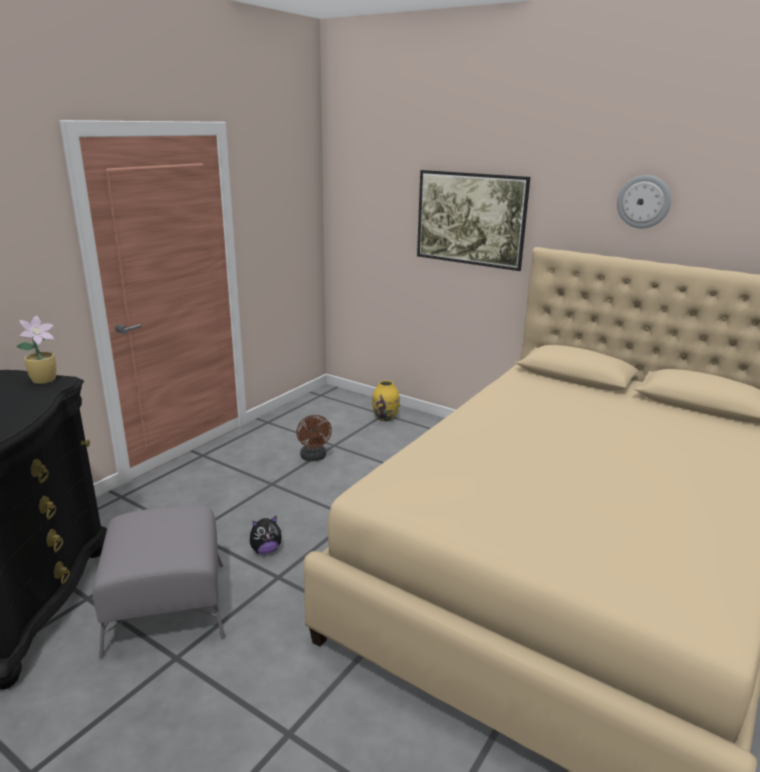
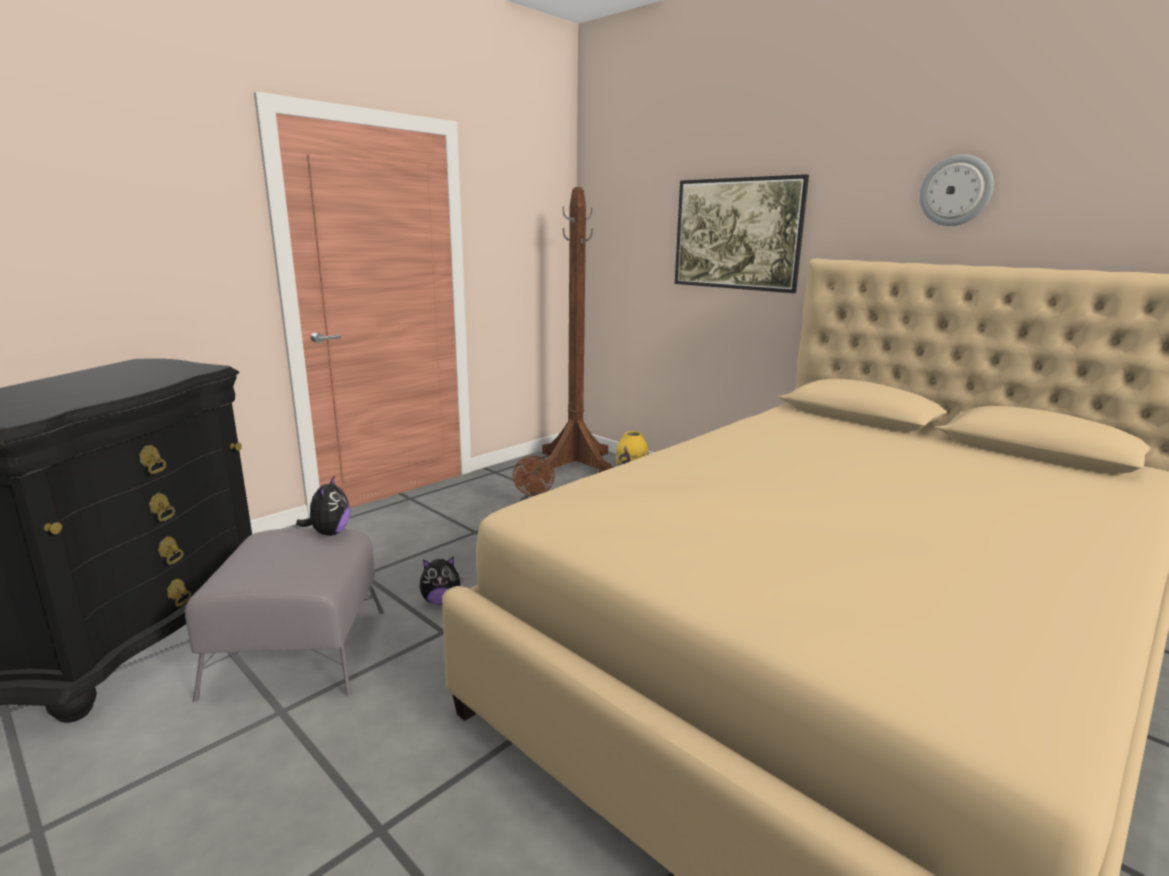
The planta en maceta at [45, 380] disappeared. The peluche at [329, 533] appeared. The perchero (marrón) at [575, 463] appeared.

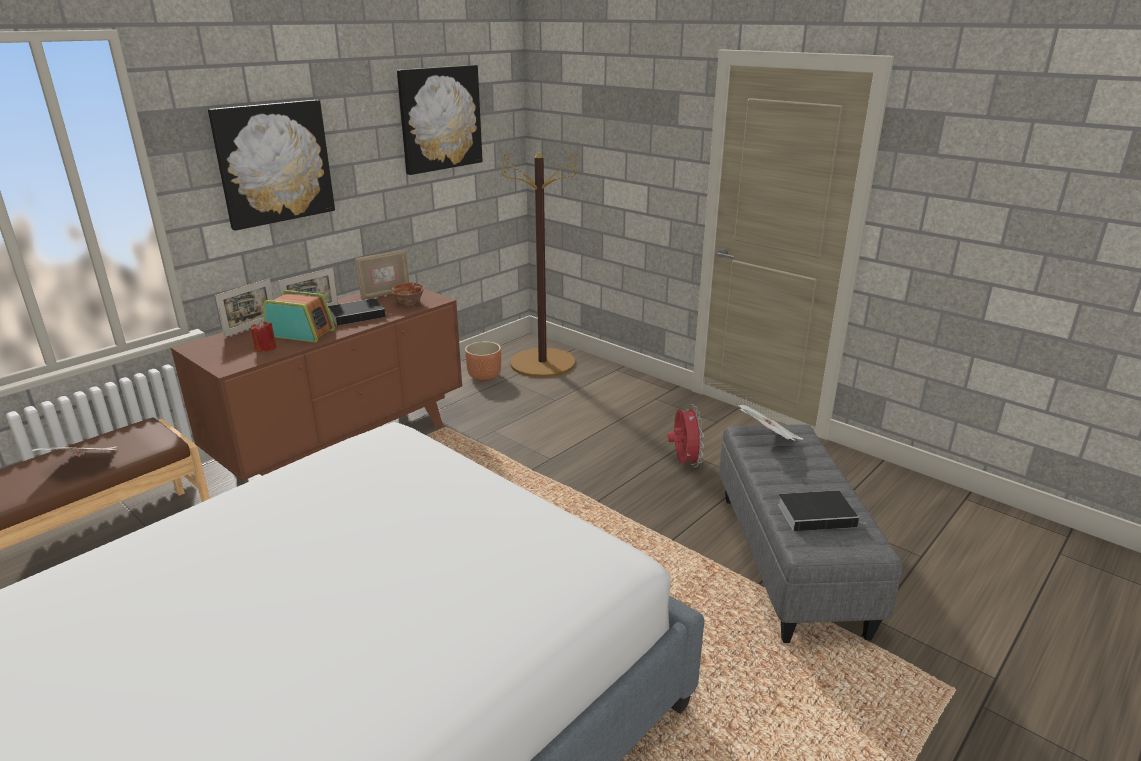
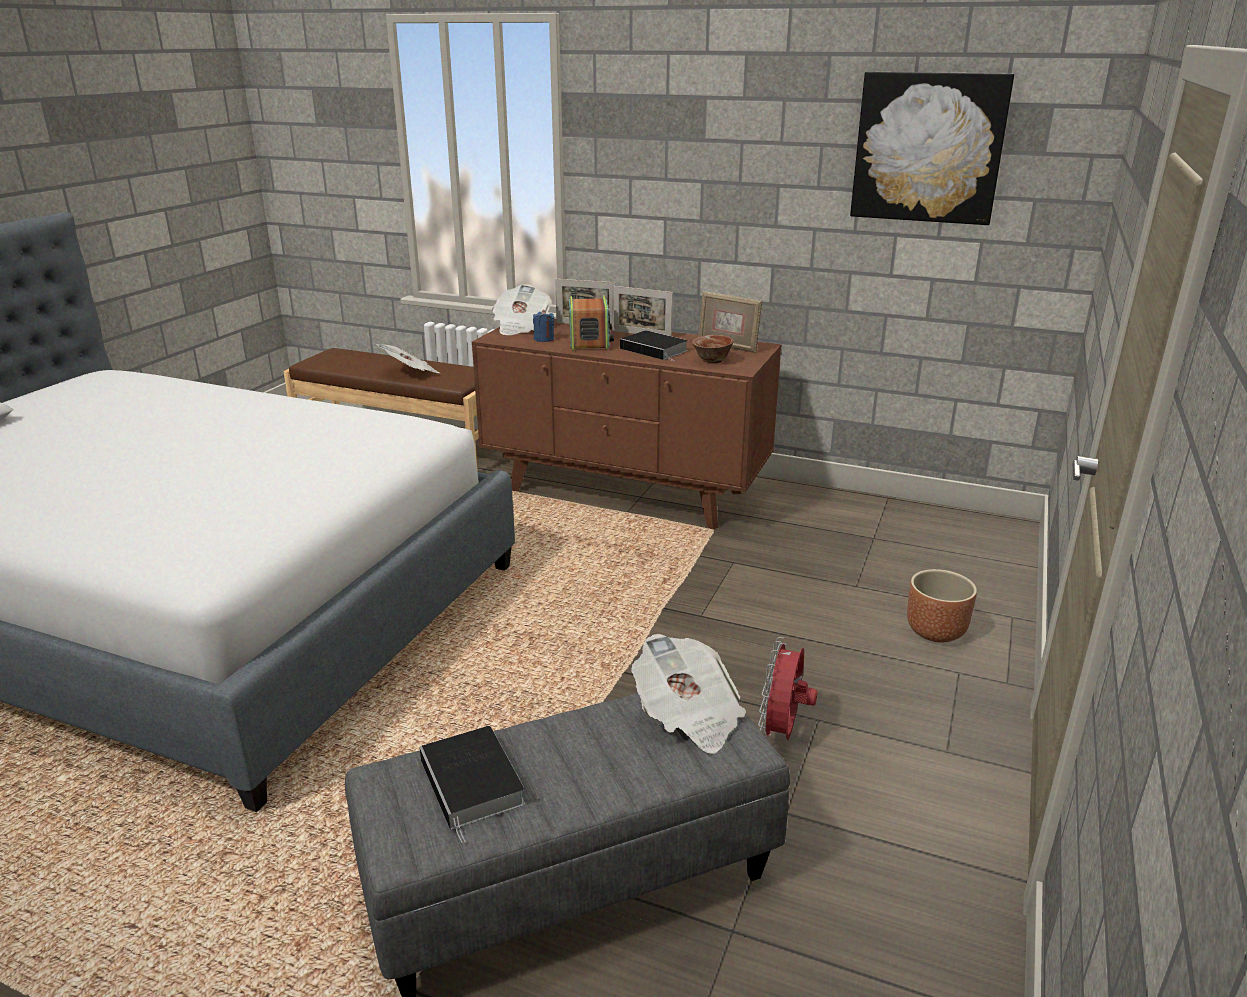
The cuadro at [274, 163] disappeared. The vela (rojo) at [266, 348] became the vela (azul) at [544, 339]. The maceta (marrón) moved from [485, 376] to [936, 632]. The perchero (marrón) at [542, 363] disappeared. The ventilador (rojo) at [684, 462] turned 135 degrees clockwise. The periódico at [520, 327] appeared.

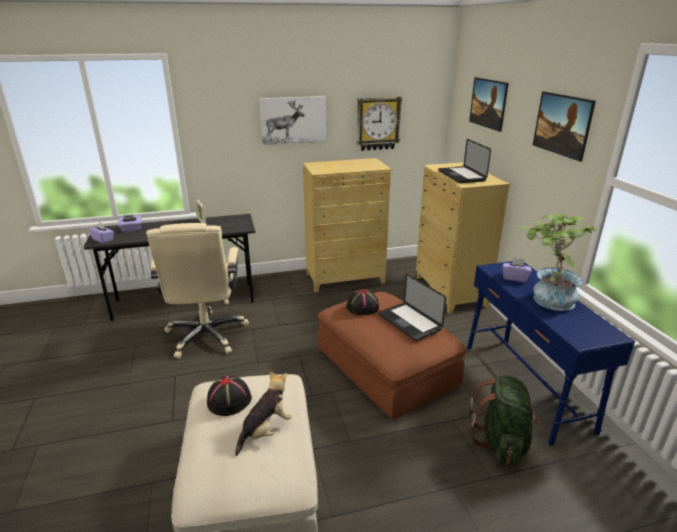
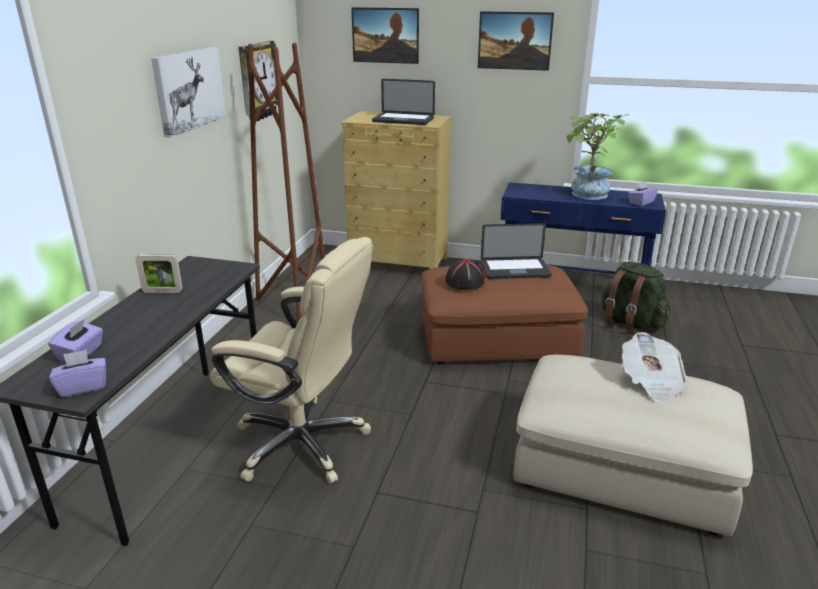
The sombrero (negro) at [229, 400] disappeared. The peluche at [265, 430] was replaced by the periódico at [651, 382]. The cómoda (beis) at [346, 279] was replaced by the perchero (marrón) at [295, 305]. The caja de pañuelos (morado) moved from [515, 278] to [641, 202].

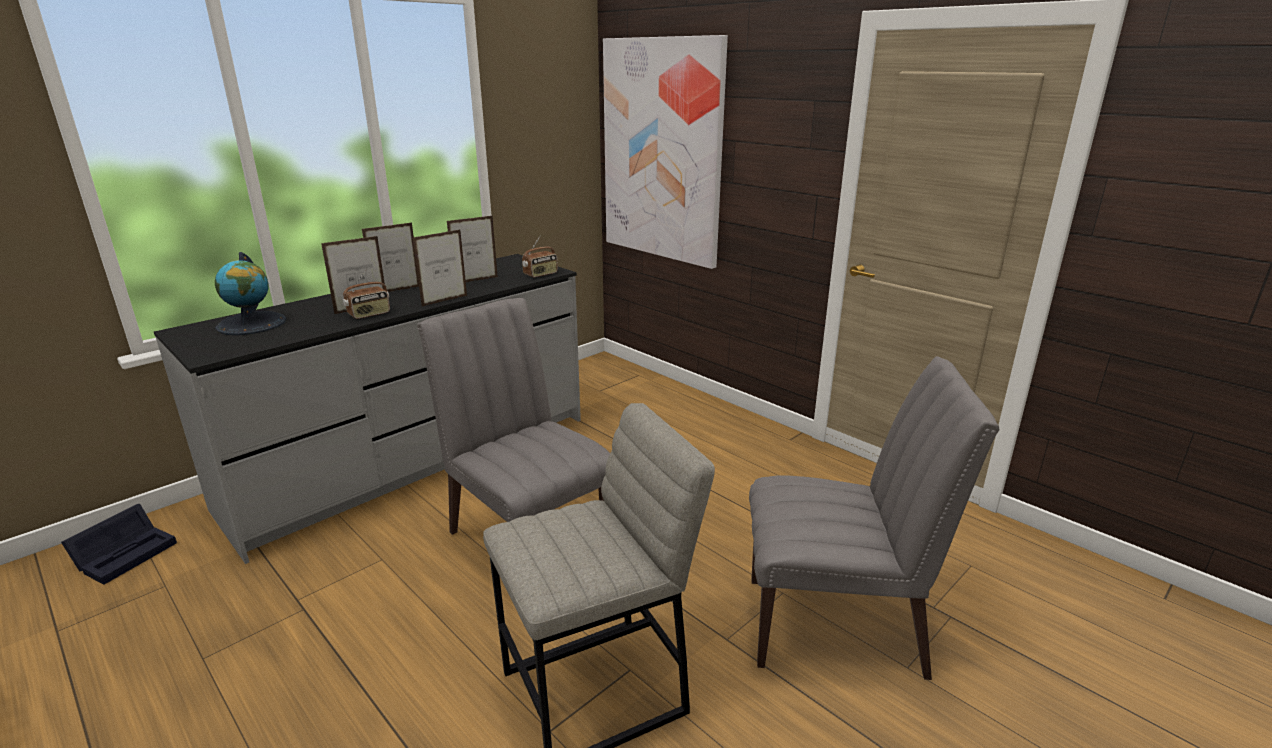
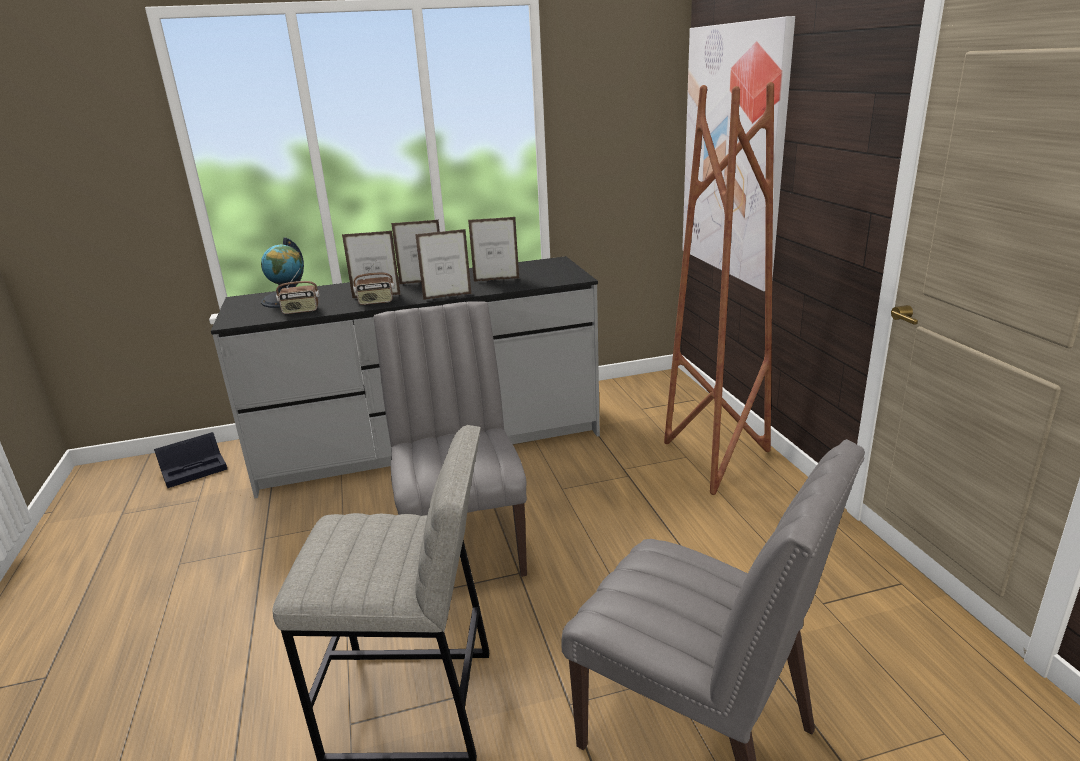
The radio moved from [541, 274] to [300, 311]. The perchero (marrón) at [715, 462] appeared.

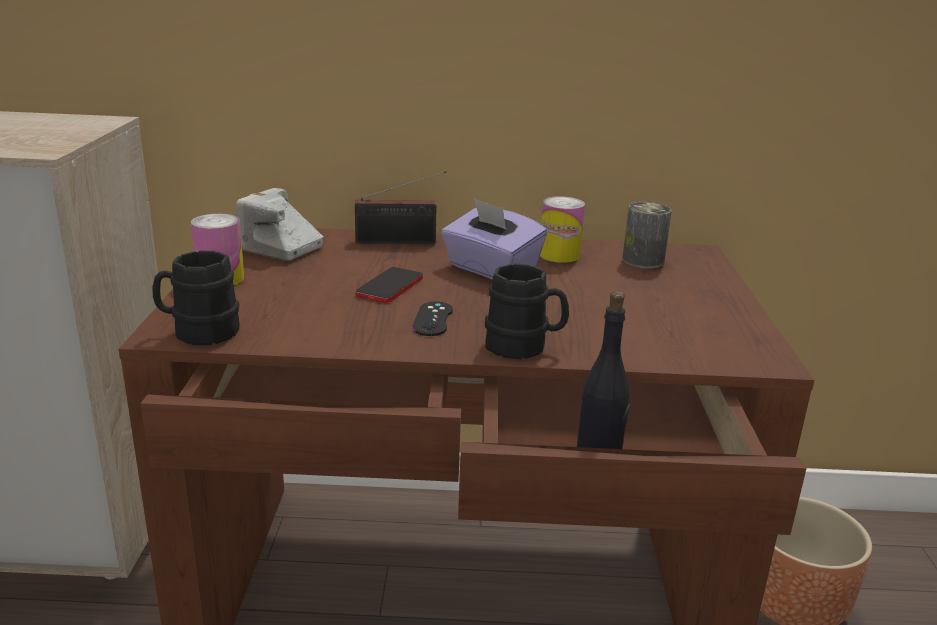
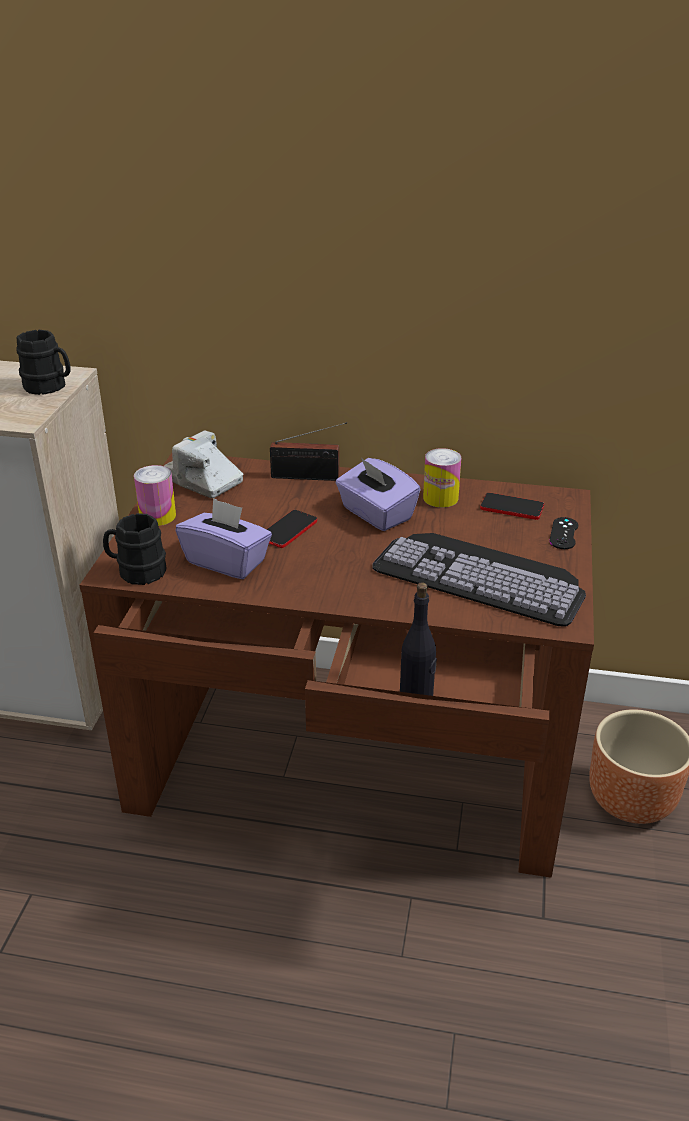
The mando de consola (negro) moved from [433, 319] to [563, 533]. The taza grande (negro) moved from [524, 347] to [49, 387]. The lata at [643, 260] was replaced by the móvil at [512, 507]. The caja de pañuelos (morado) at [226, 561] appeared. The teclado at [483, 575] appeared.

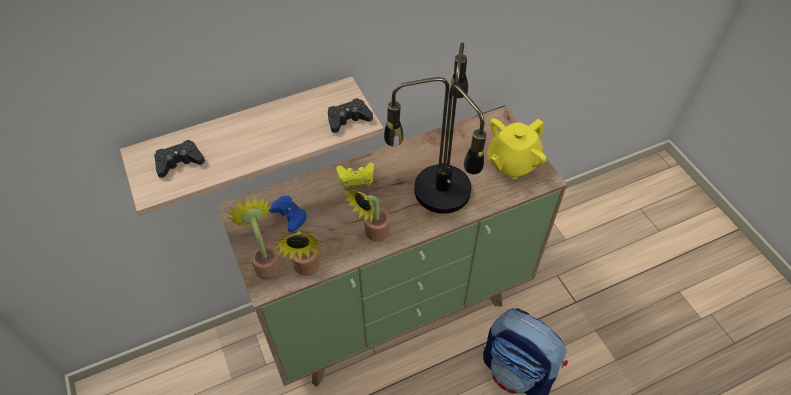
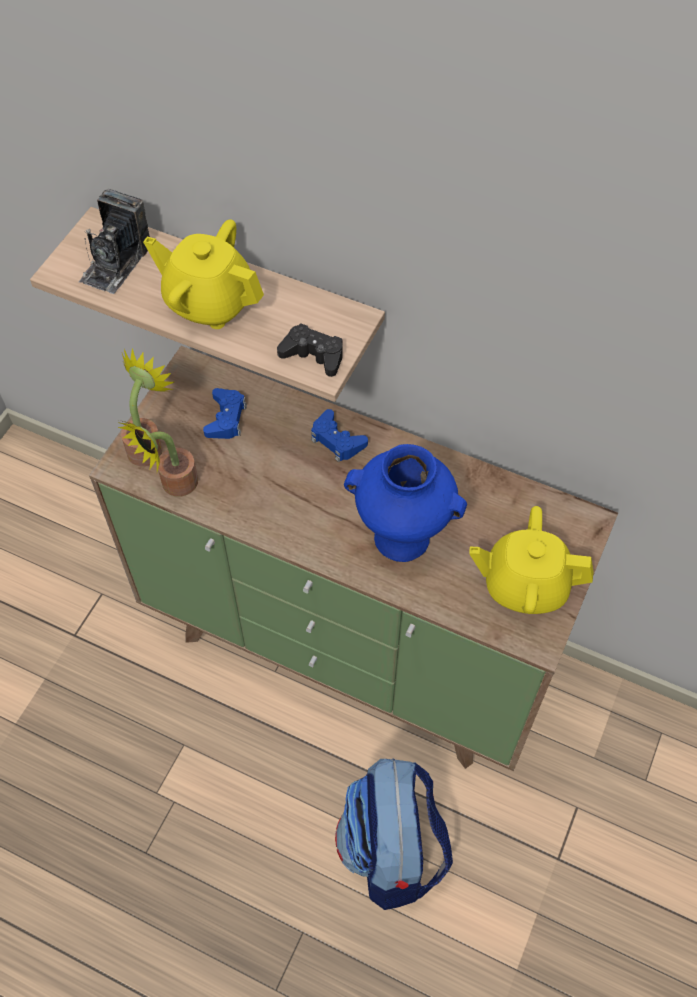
The mando de consola (negro) at [179, 162] was replaced by the cámara at [116, 263]. The mando de consola (amarillo) at [356, 178] became the mando de consola (azul) at [337, 440]. The planta en maceta at [373, 234] disappeared. The lámpara de mesa at [441, 190] was replaced by the florero (azul) at [403, 537]. The tetera (amarillo) at [209, 302] appeared.

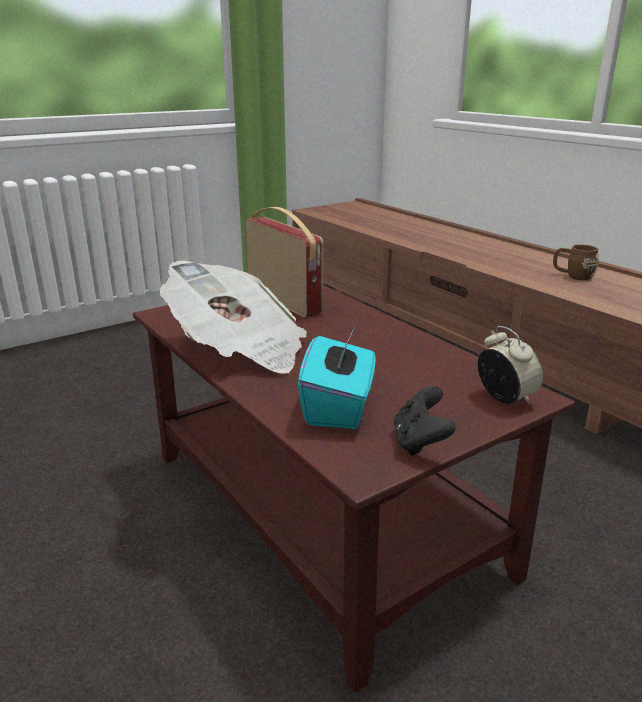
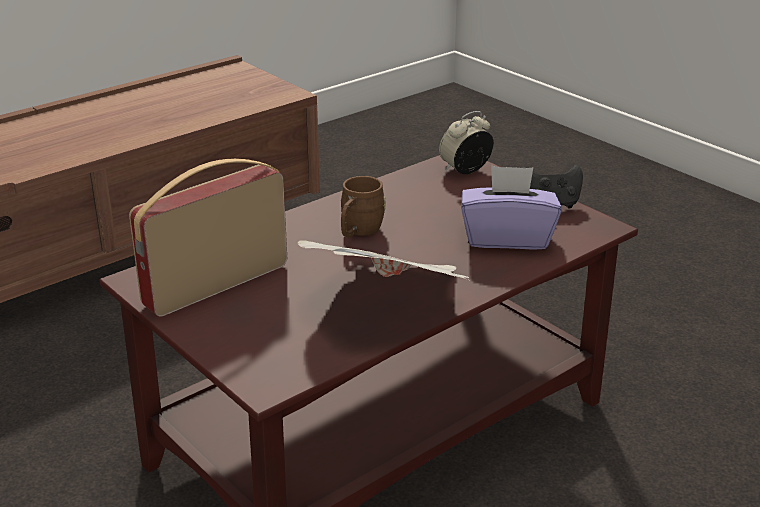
The caja de pañuelos (turquesa) at [338, 407] became the caja de pañuelos (morado) at [507, 237]. The taza grande (marrón) moved from [573, 276] to [358, 232].

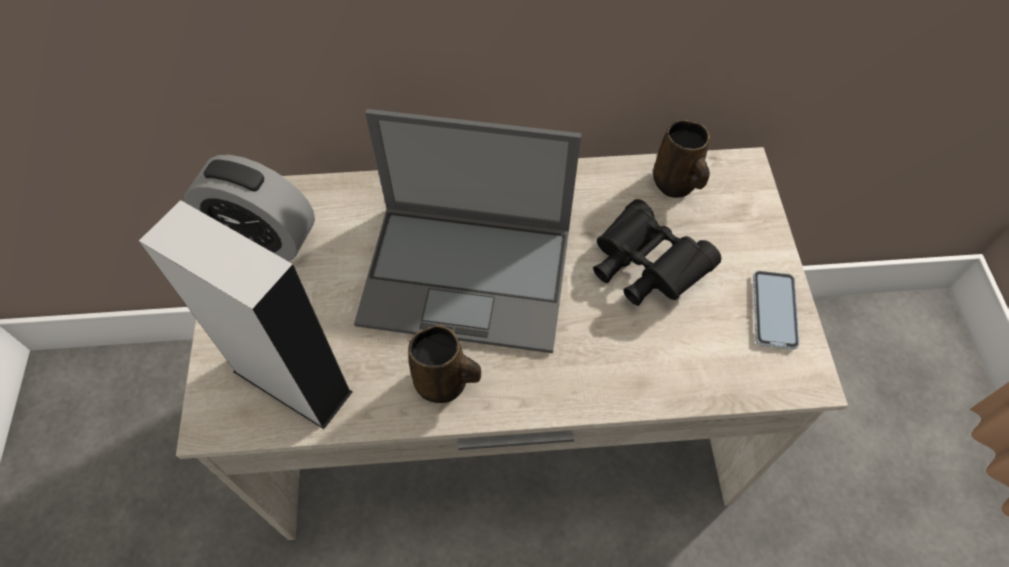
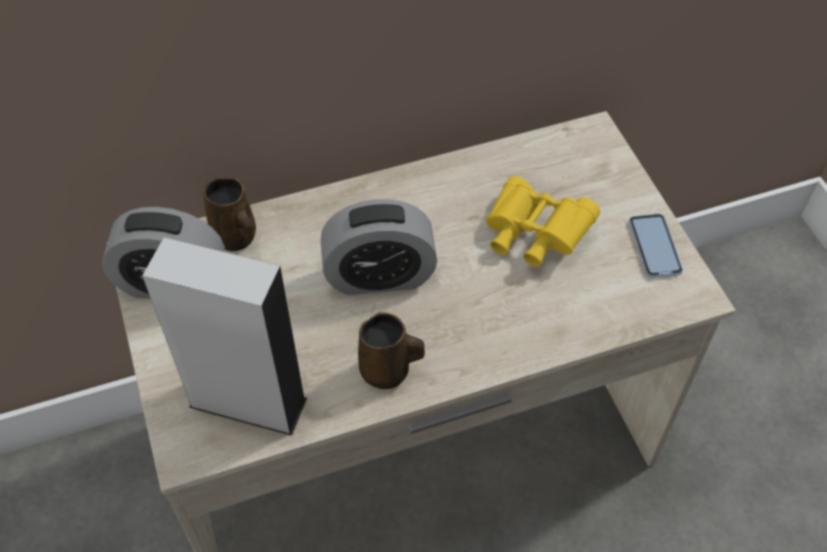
The portátil at [469, 276] was replaced by the despertador at [379, 276]. The prismáticos (negro) at [644, 267] became the prismáticos (amarillo) at [533, 235]. The taza grande (marrón) moved from [675, 184] to [236, 238].

